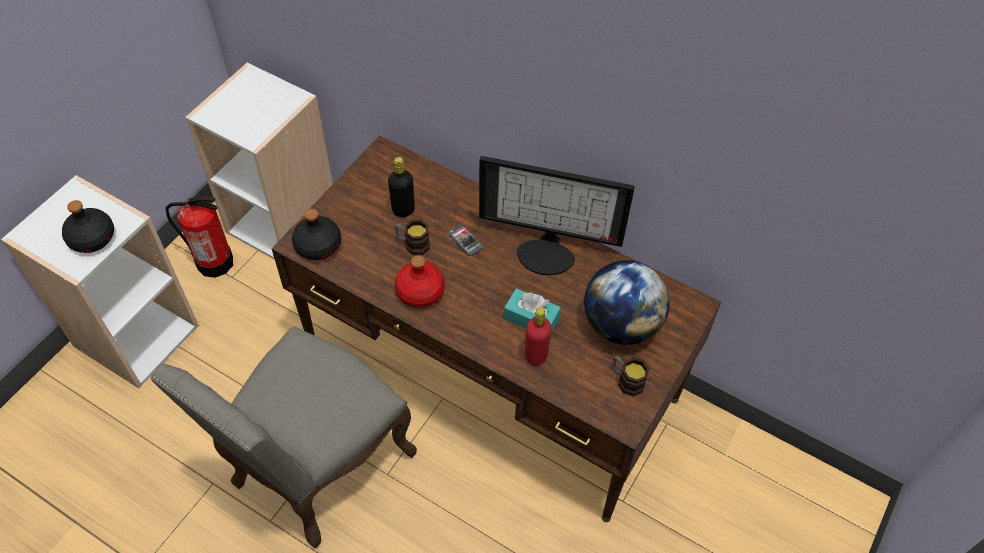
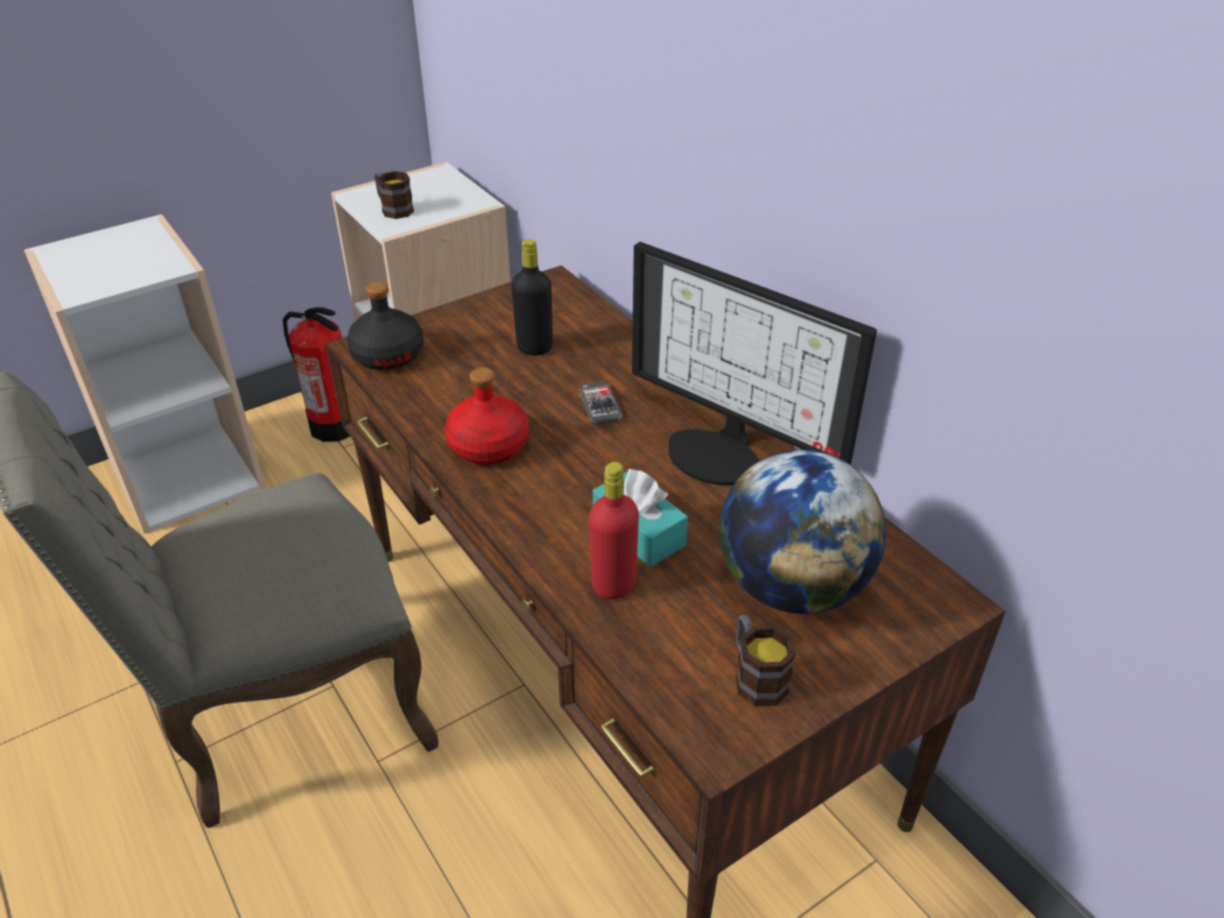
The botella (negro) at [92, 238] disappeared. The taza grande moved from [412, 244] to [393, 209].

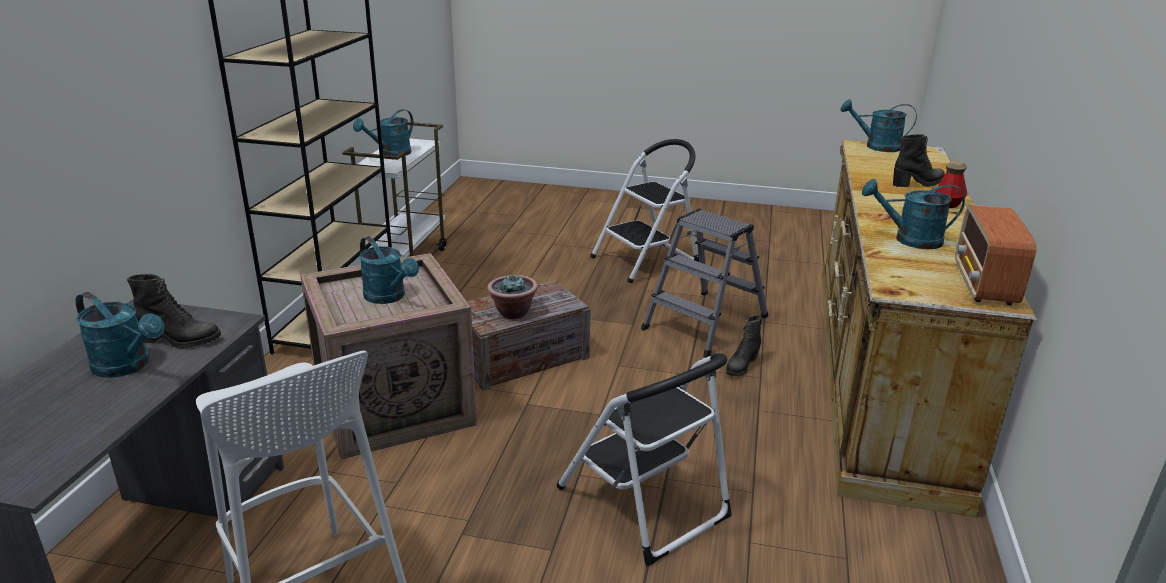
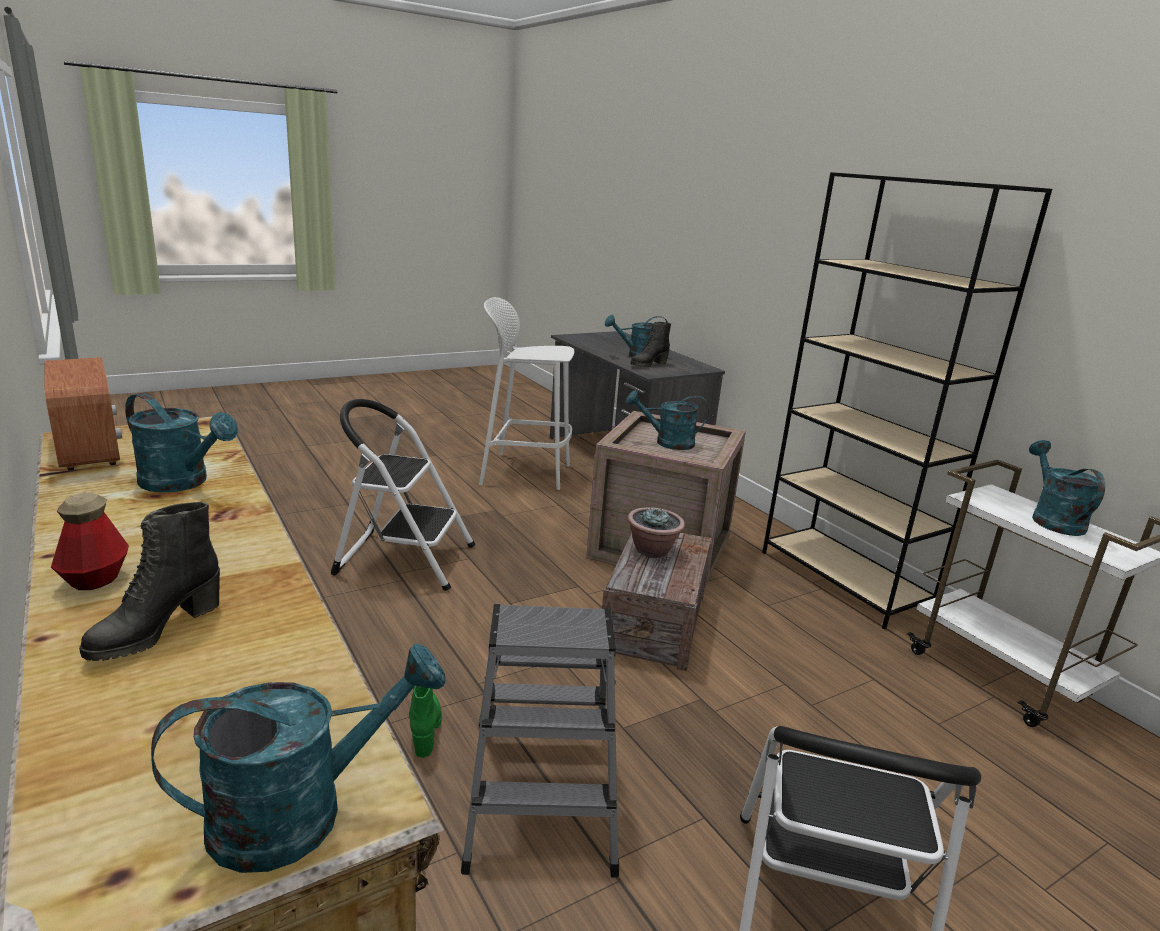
The bota (negro) at [741, 366] became the bota (verde) at [425, 728]. The regadera (turquesa) at [909, 240] turned 60 degrees clockwise.

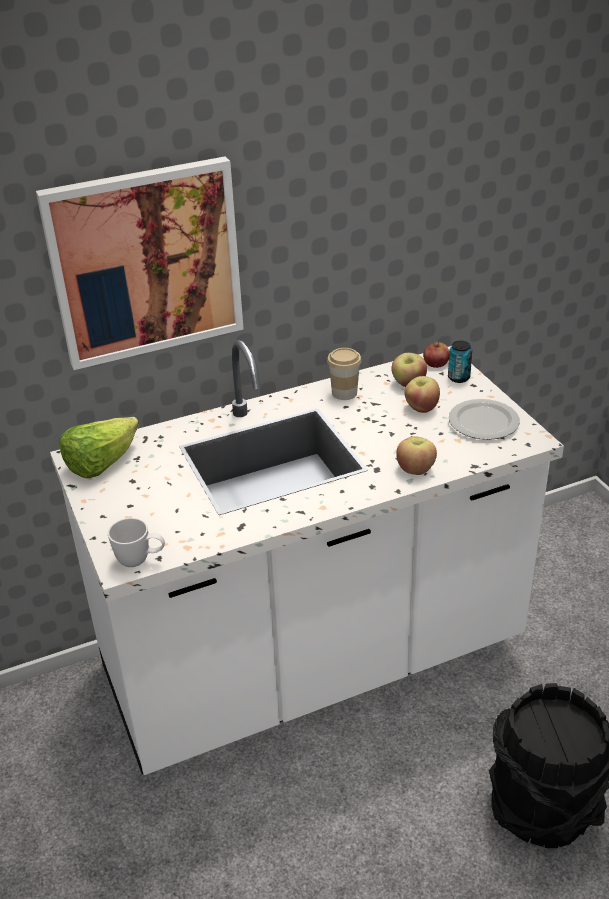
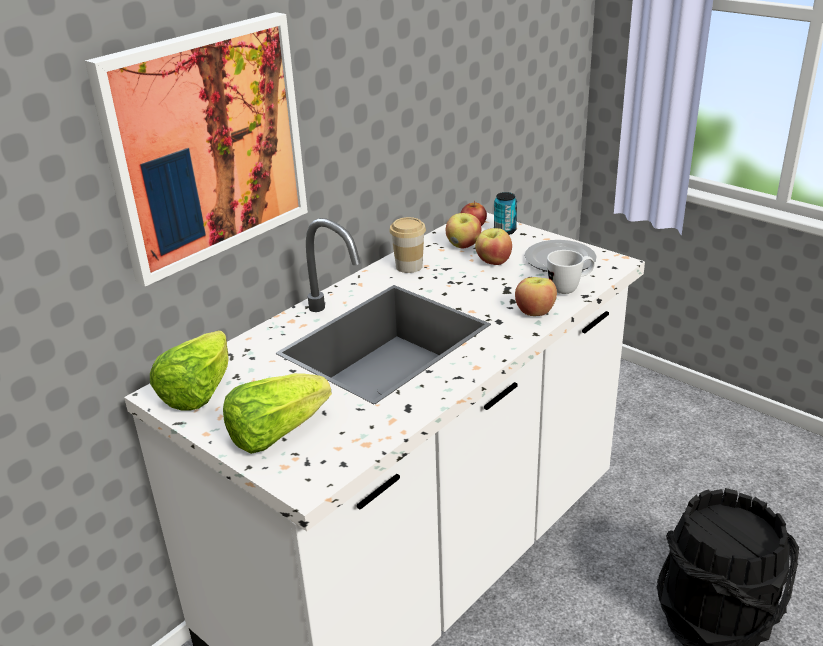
The taza grande (blanco) moved from [140, 560] to [569, 288]. The lechuga at [276, 433] appeared.

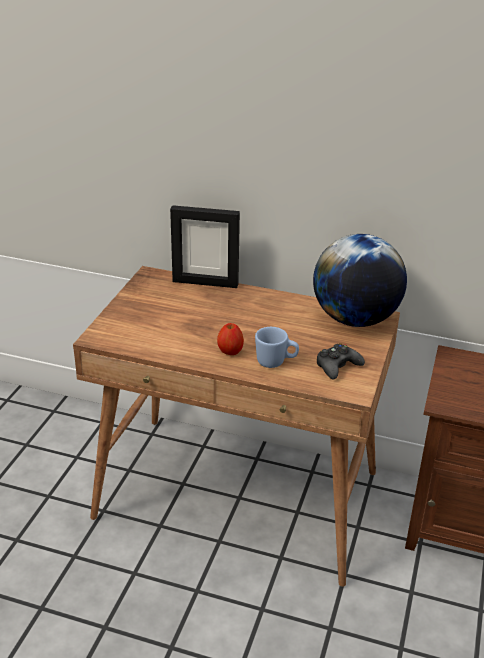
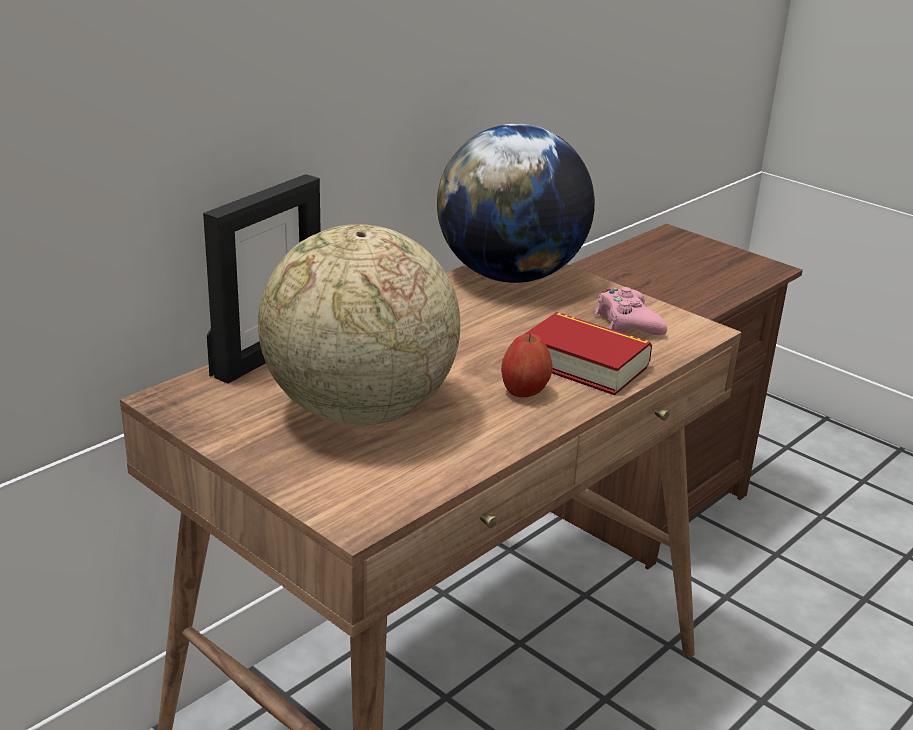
The taza grande (azul) at [276, 362] was replaced by the libro at [584, 364]. The mando de consola (negro) at [337, 366] became the mando de consola (rosa) at [627, 323]. The globo terráqueo at [358, 411] appeared.

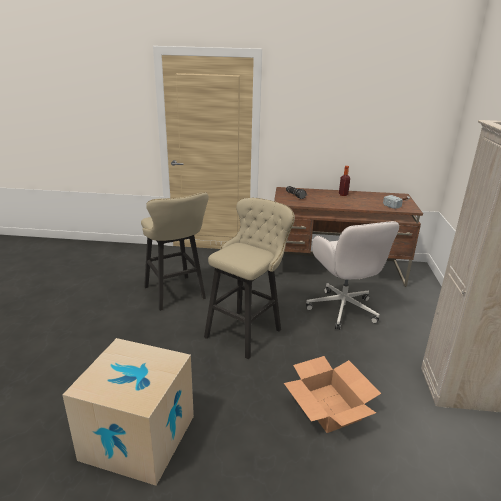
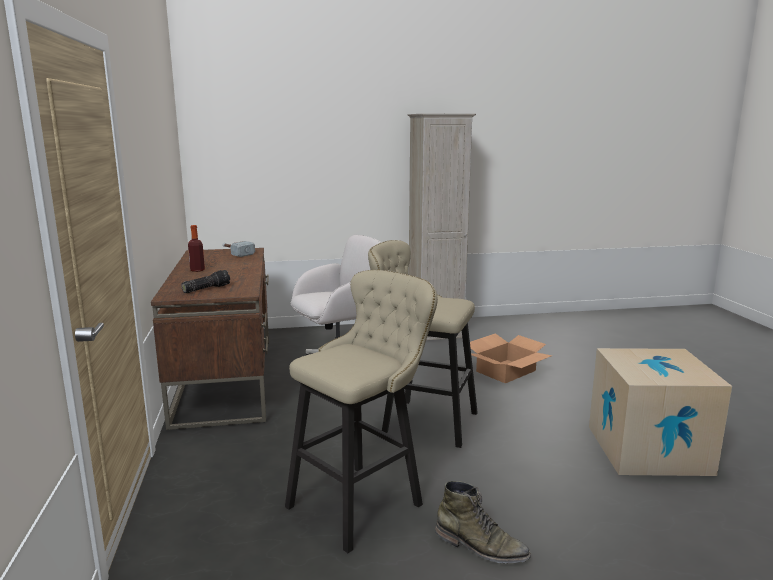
The bota (verde) at [481, 547] appeared.

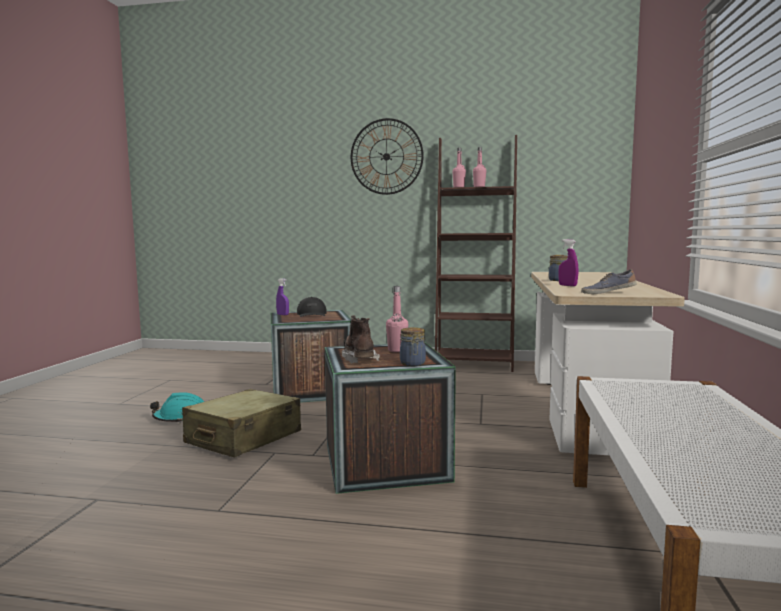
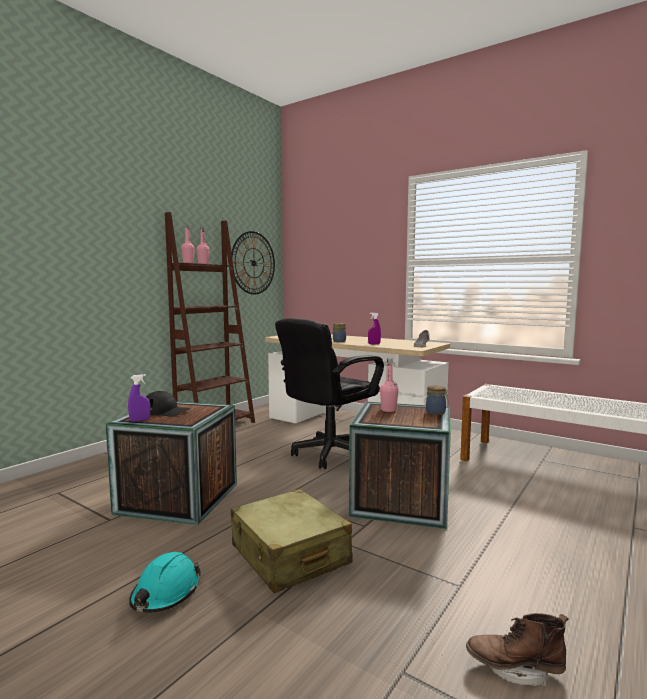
The bota (marrón) moved from [359, 358] to [514, 669]. The reloj de pared moved from [386, 156] to [253, 263]. The silla de oficina (negro) at [327, 456] appeared.

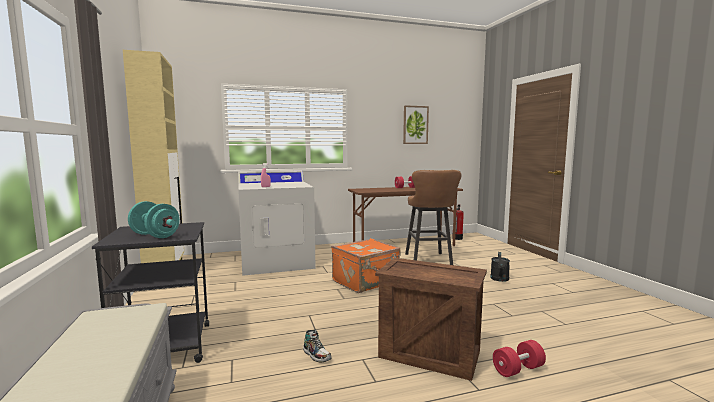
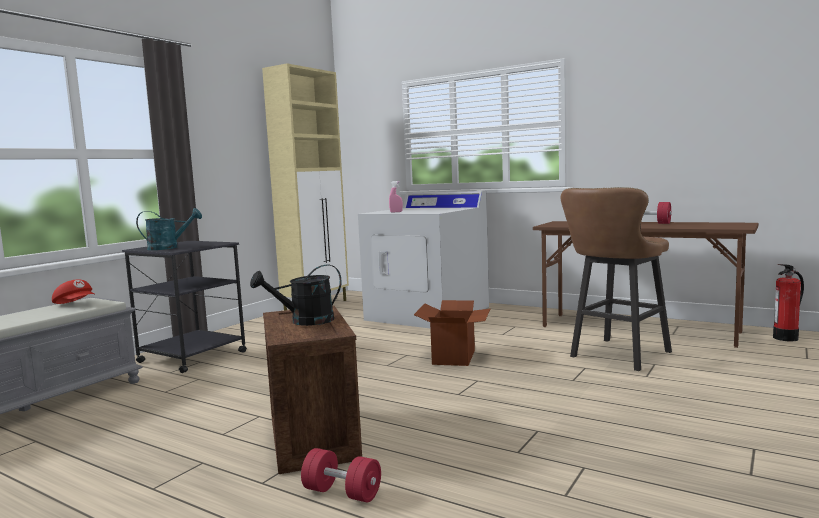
The mancuerna (turquesa) at [155, 235] was replaced by the regadera (turquesa) at [169, 248]. The zapato at [317, 355] disappeared. The maleta (naranja) at [366, 282] was replaced by the caja de cartón at [454, 357]. The cuadro at [415, 125] disappeared. The regadera (negro) moved from [500, 279] to [304, 321]. The gorra (rojo) at [76, 304] appeared.

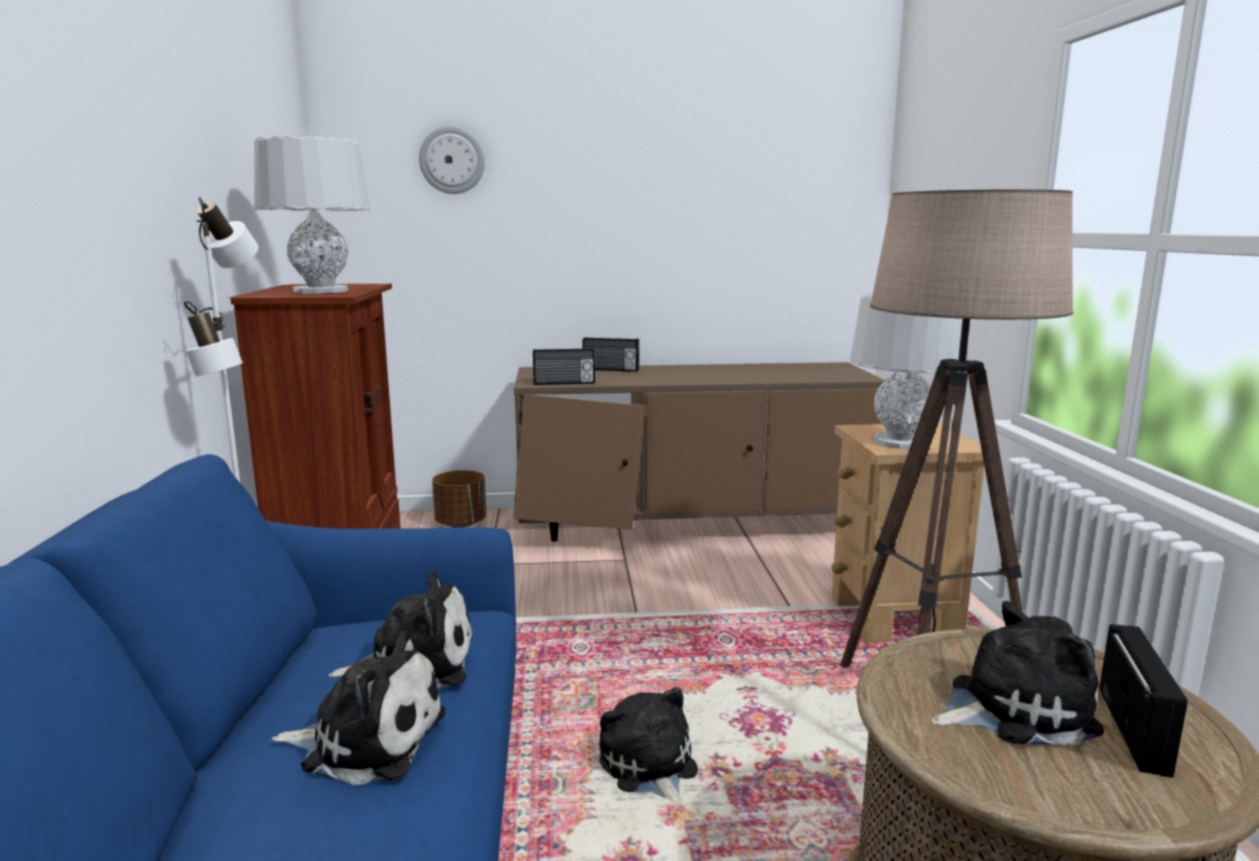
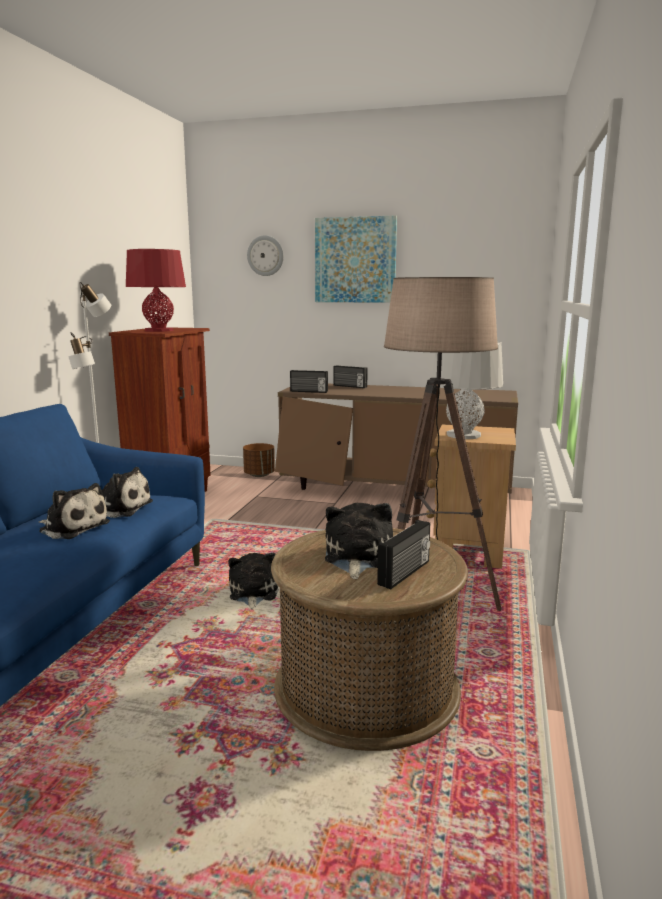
The lámpara de mesa (gris) at [321, 291] became the lámpara de mesa (rojo) at [159, 330]. The peluche at [1013, 709] turned 90 degrees counterclockwise. The cuadro at [355, 260] appeared.

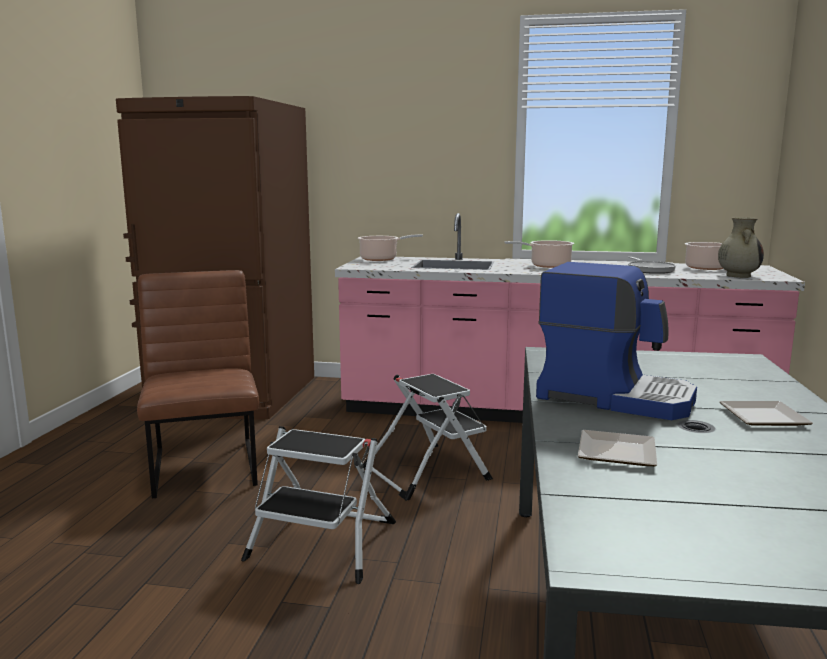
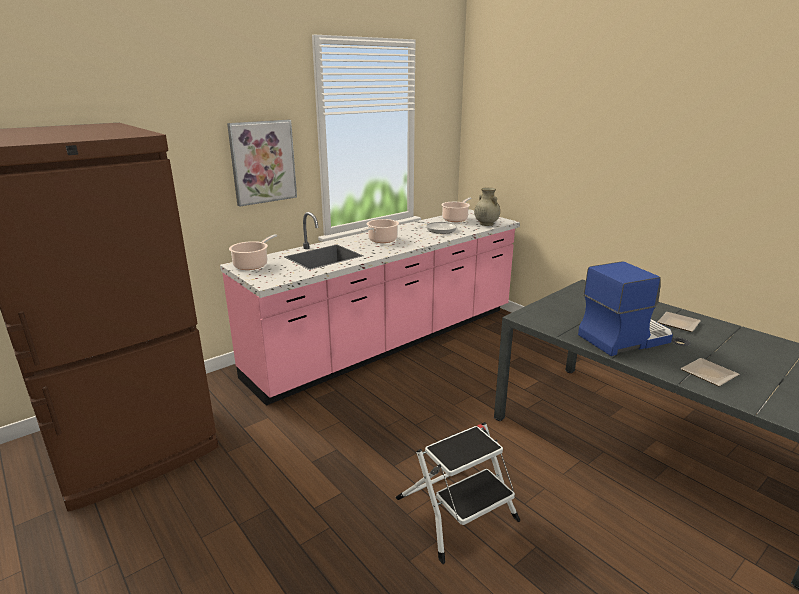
The silla (marrón) at [206, 465] disappeared. The escalera de tijera at [427, 471] disappeared. The cuadro at [263, 162] appeared.

